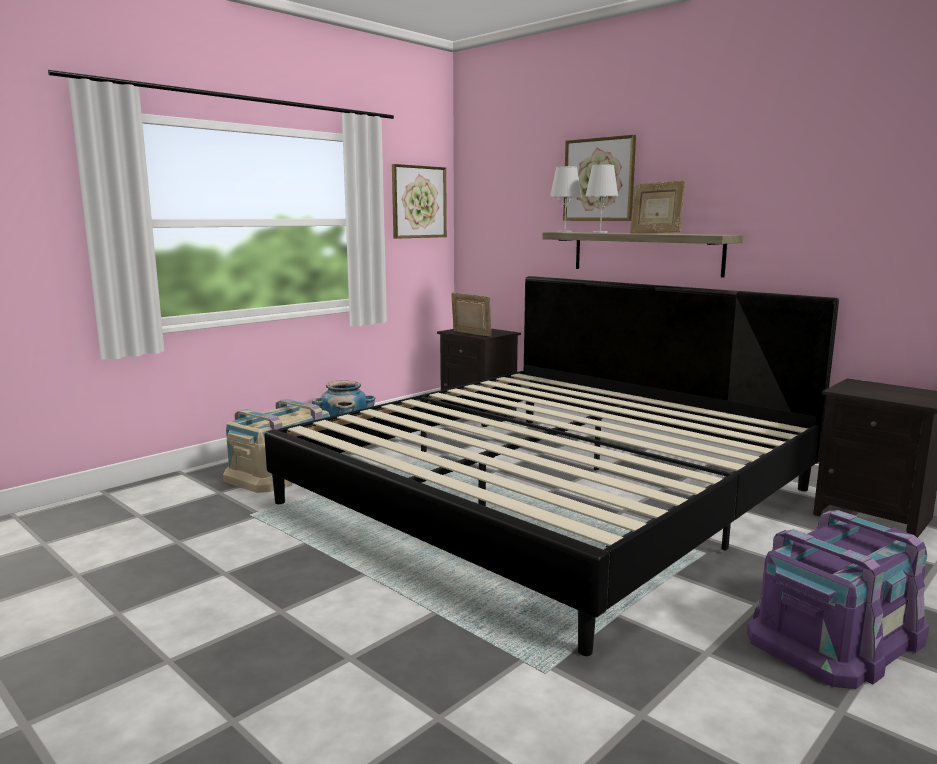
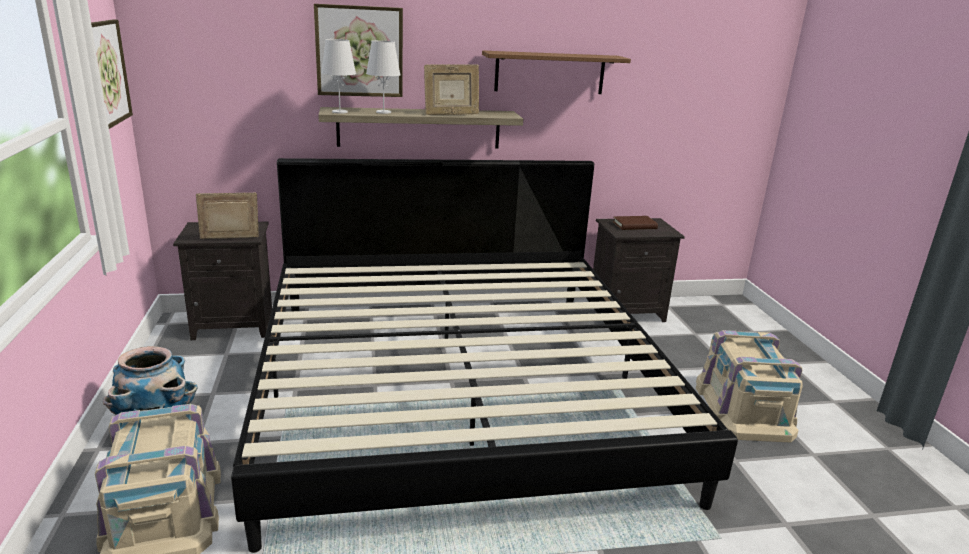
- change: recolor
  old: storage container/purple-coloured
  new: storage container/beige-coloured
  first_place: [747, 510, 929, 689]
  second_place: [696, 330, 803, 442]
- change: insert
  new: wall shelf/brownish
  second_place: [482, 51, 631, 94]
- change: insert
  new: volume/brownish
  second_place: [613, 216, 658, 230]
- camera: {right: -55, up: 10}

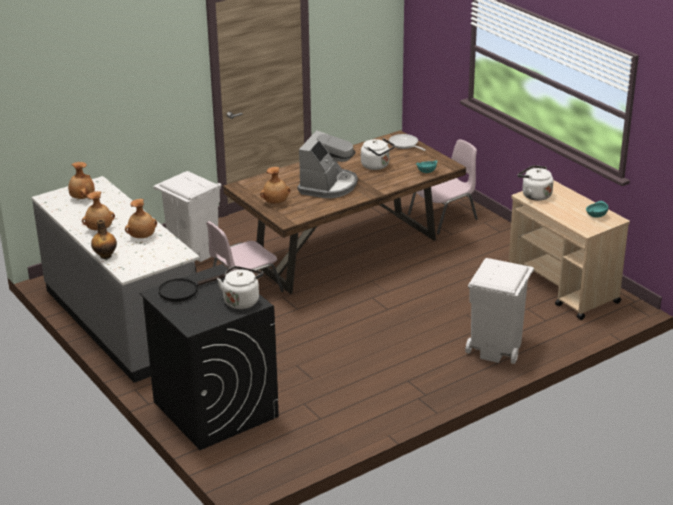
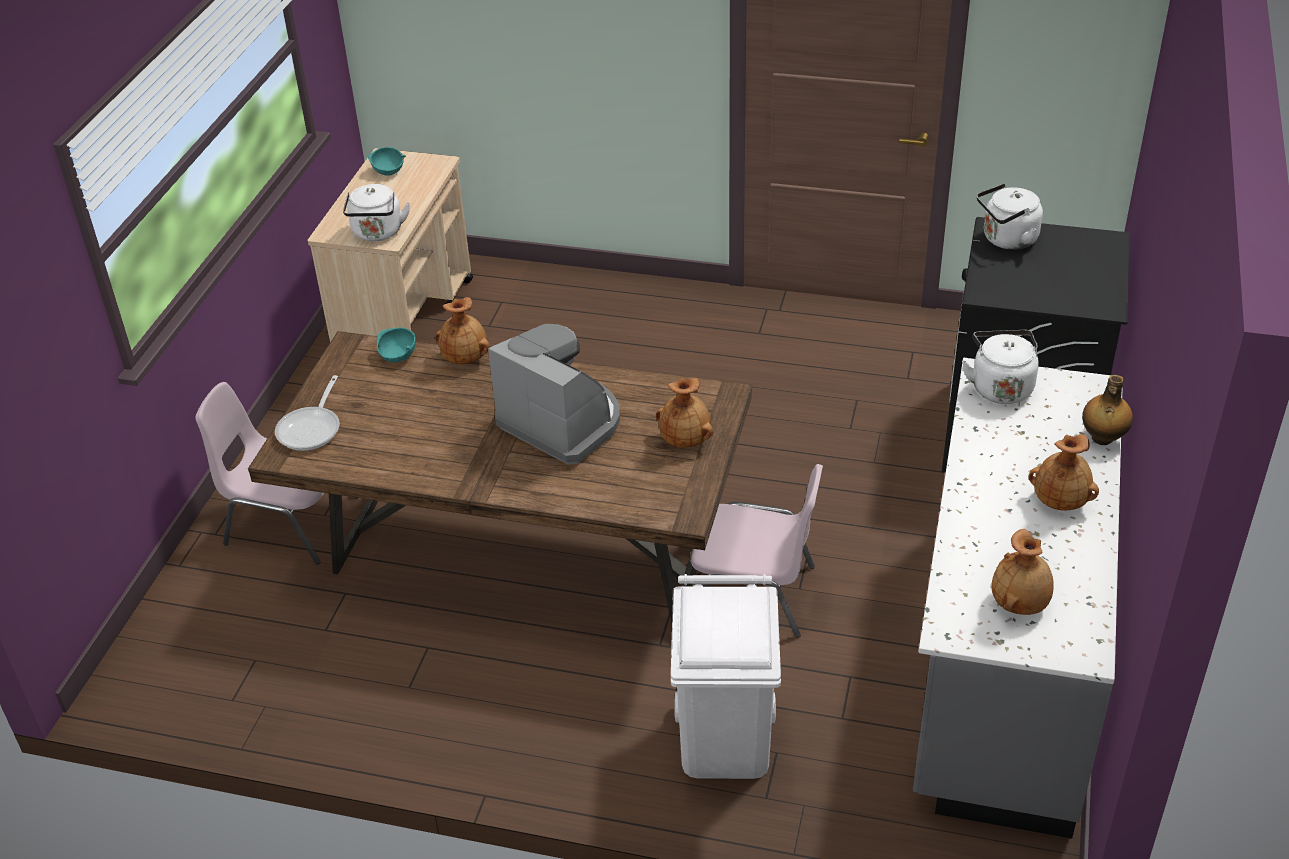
- change: move
  old: flower vase/brownish
  first_place: [125, 199, 157, 238]
  second_place: [435, 297, 490, 364]
- change: delete
  old: frying pan/black-coloured
  first_place: [159, 274, 225, 302]
- change: rotate
  old: coffee machine
  first_place: [298, 130, 358, 198]
  second_place: [488, 324, 620, 465]
  degrees: 60
- change: move
  old: kettle/white-coloured
  first_place: [361, 138, 395, 170]
  second_place: [962, 330, 1039, 404]
- change: delete
  old: rubbish bin/white-coloured
  first_place: [465, 258, 534, 364]
- camera: {right: -130, up: 10}

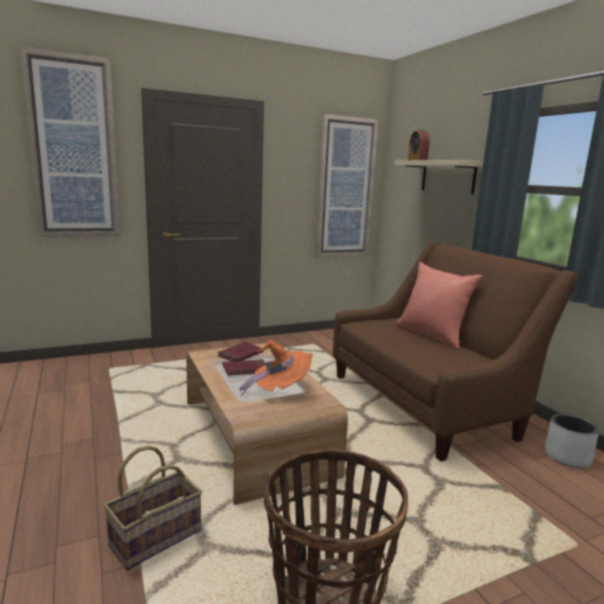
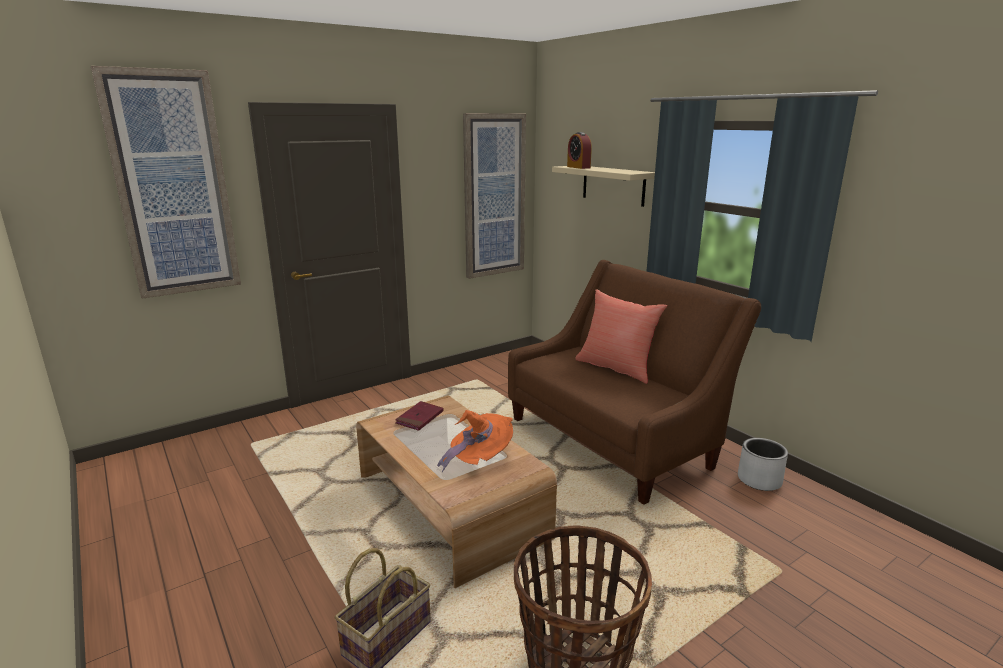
- change: delete
  old: volume/reddish
  first_place: [223, 359, 266, 376]
- camera: {right: -10, up: 5}

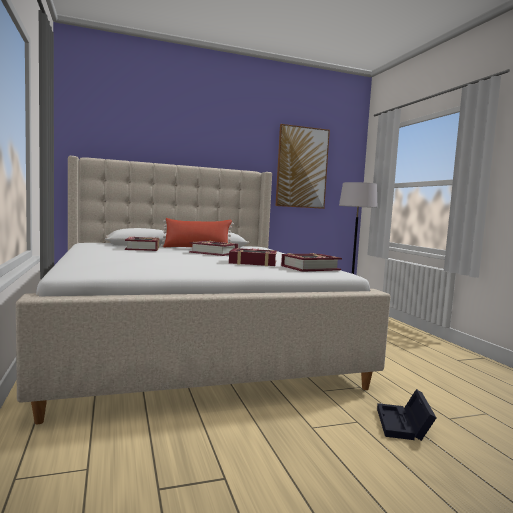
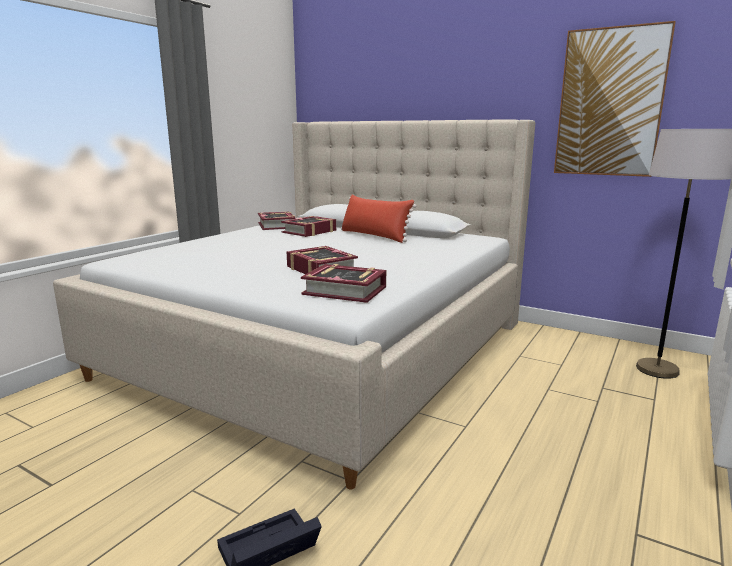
- change: move
  old: volume
  first_place: [189, 241, 238, 256]
  second_place: [258, 212, 296, 230]
- camera: {right: 50, up: 10}

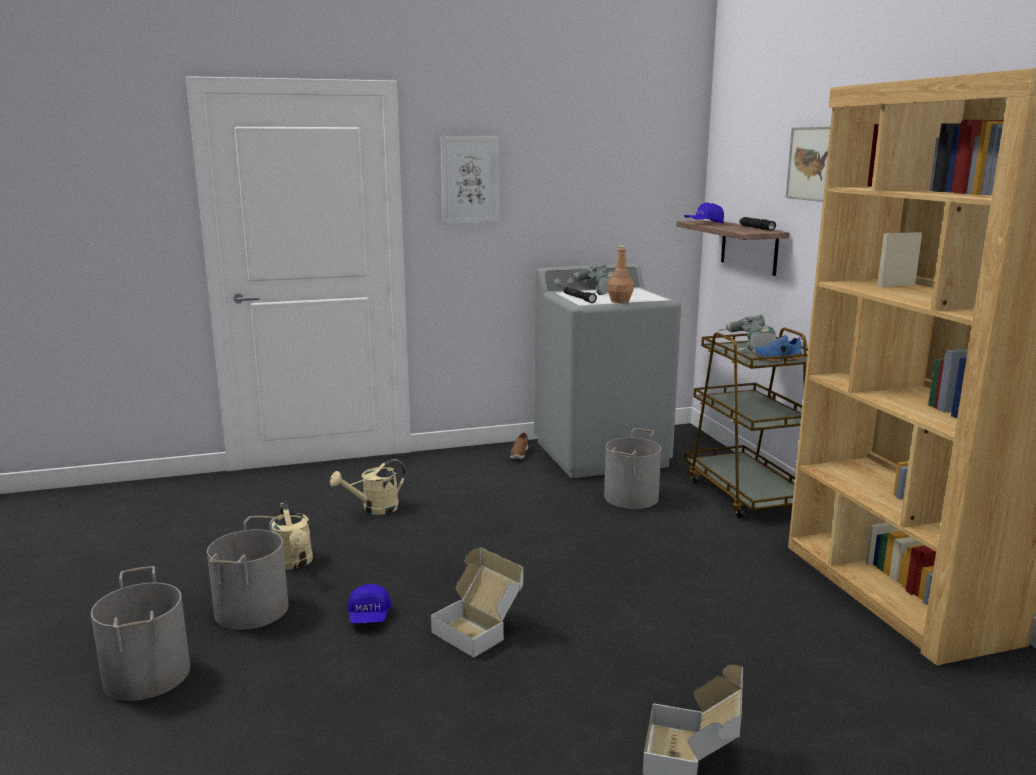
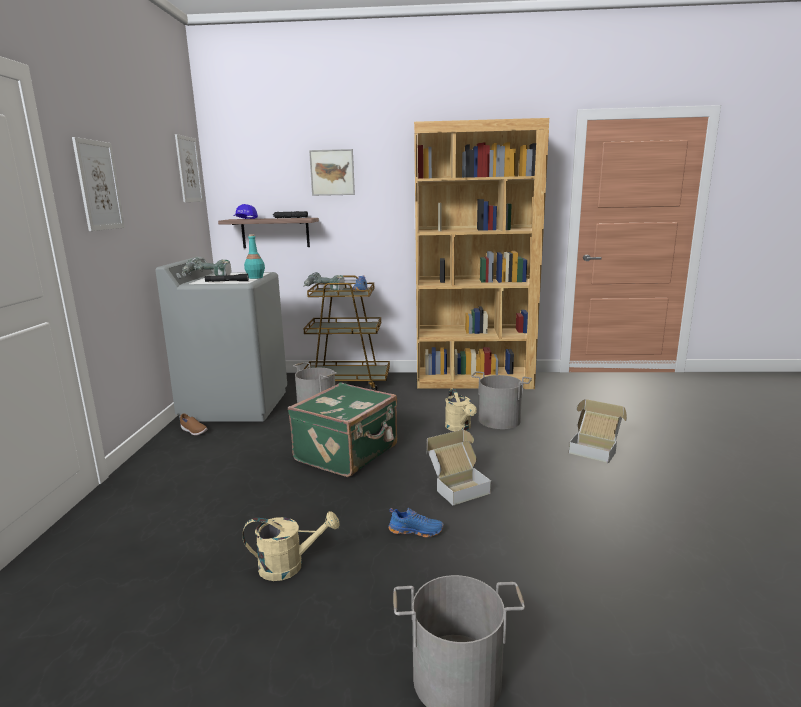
- change: move
  old: pail/greyish
  first_place: [207, 516, 288, 630]
  second_place: [471, 371, 532, 429]
- change: move
  old: watering pot/beige-coloured
  first_place: [330, 459, 405, 515]
  second_place: [445, 388, 477, 431]
- change: replace
  old: cap/bluish
  new: low shoe/bluish
  first_place: [348, 584, 391, 624]
  second_place: [388, 508, 444, 537]
- change: recolor
  old: beverage bottle/brownish
  new: beverage bottle/blue-green
  first_place: [607, 246, 634, 303]
  second_place: [244, 234, 265, 279]
- change: insert
  new: wall art
  second_place: [175, 134, 203, 202]
- change: insert
  new: suitcase/green-coloured
  second_place: [288, 382, 397, 477]
- camera: {right: -70, up: 0}

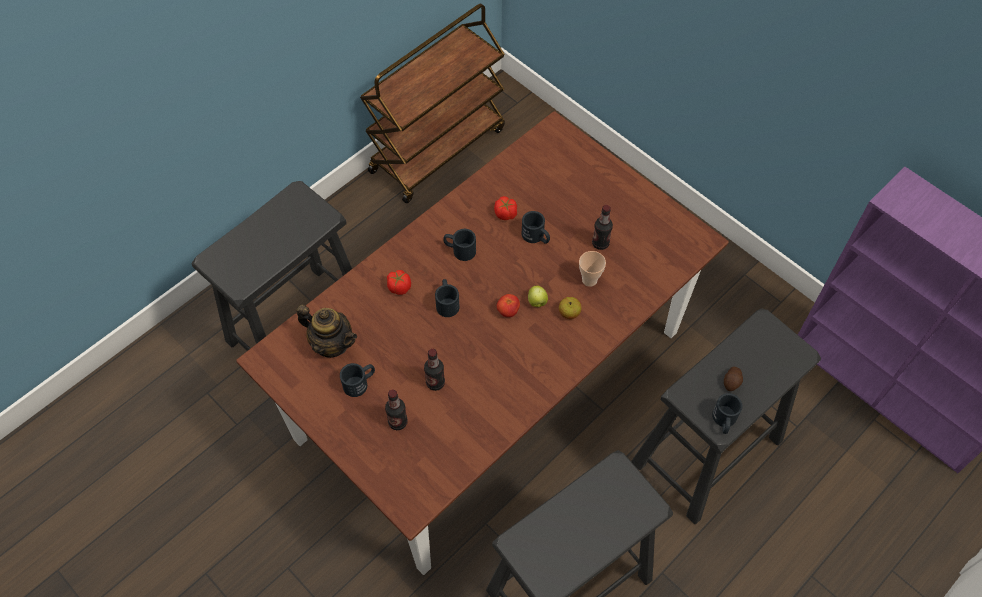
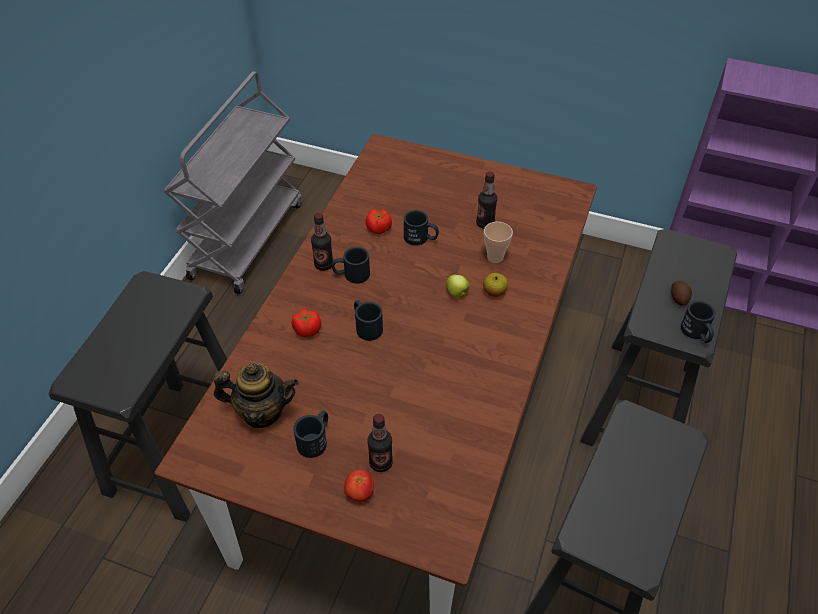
- change: recolor
  old: trolley/brownish
  new: trolley/greyish
  first_place: [360, 4, 505, 203]
  second_place: [164, 71, 302, 294]
- change: move
  old: beverage bottle
  first_place: [424, 349, 445, 391]
  second_place: [311, 213, 333, 271]
- change: move
  old: tomato
  first_place: [497, 294, 520, 317]
  second_place: [344, 470, 374, 502]
- camera: {right: -25, up: -10}

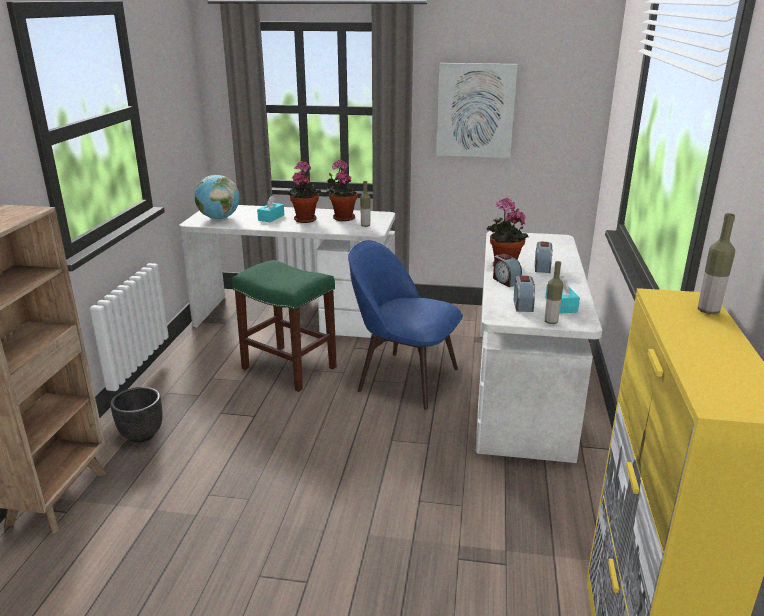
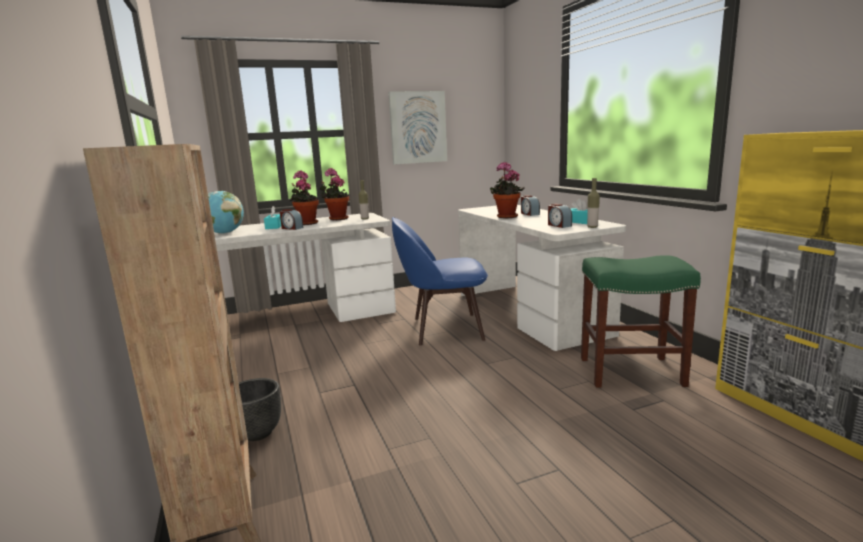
- change: move
  old: stool/green-coloured
  first_place: [232, 260, 337, 392]
  second_place: [581, 255, 701, 387]
- change: move
  old: alarm clock
  first_place: [493, 254, 522, 287]
  second_place: [280, 209, 303, 230]
- change: delete
  old: beverage bottle
  first_place: [698, 213, 735, 314]
- camera: {right: -30, up: -10}

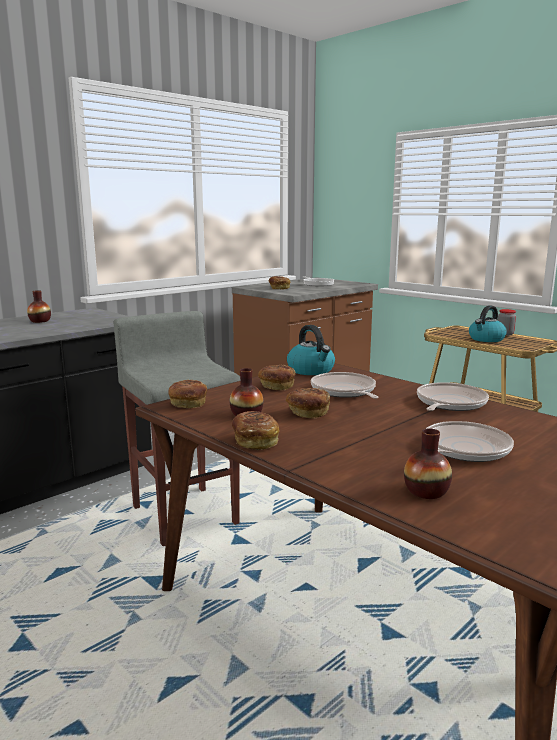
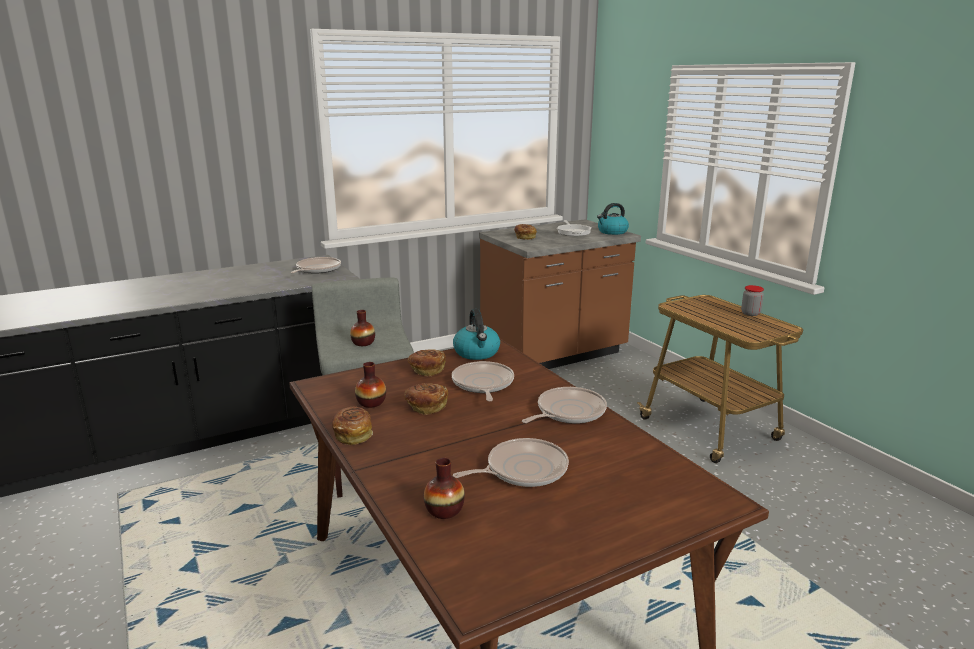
- change: move
  old: flower vase
  first_place: [27, 290, 51, 323]
  second_place: [350, 310, 375, 346]
- change: delete
  old: bread
  first_place: [169, 380, 207, 408]
- change: move
  old: kettle
  first_place: [469, 305, 507, 342]
  second_place: [597, 203, 629, 235]
- change: insert
  new: frying pan
  second_place: [290, 257, 341, 274]
- camera: {right: 15, up: 5}

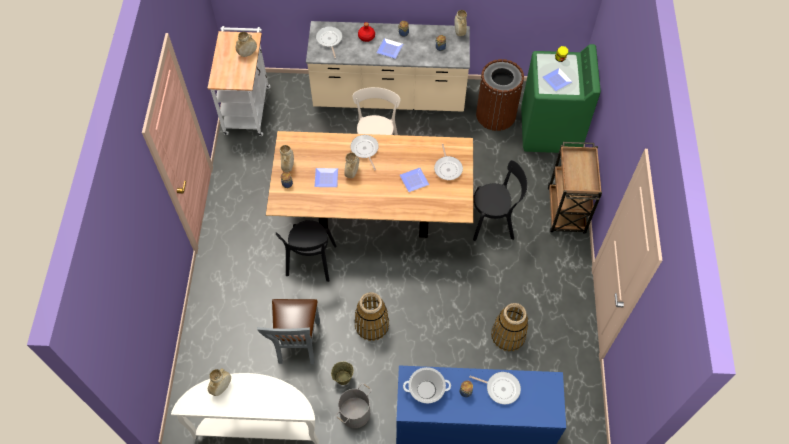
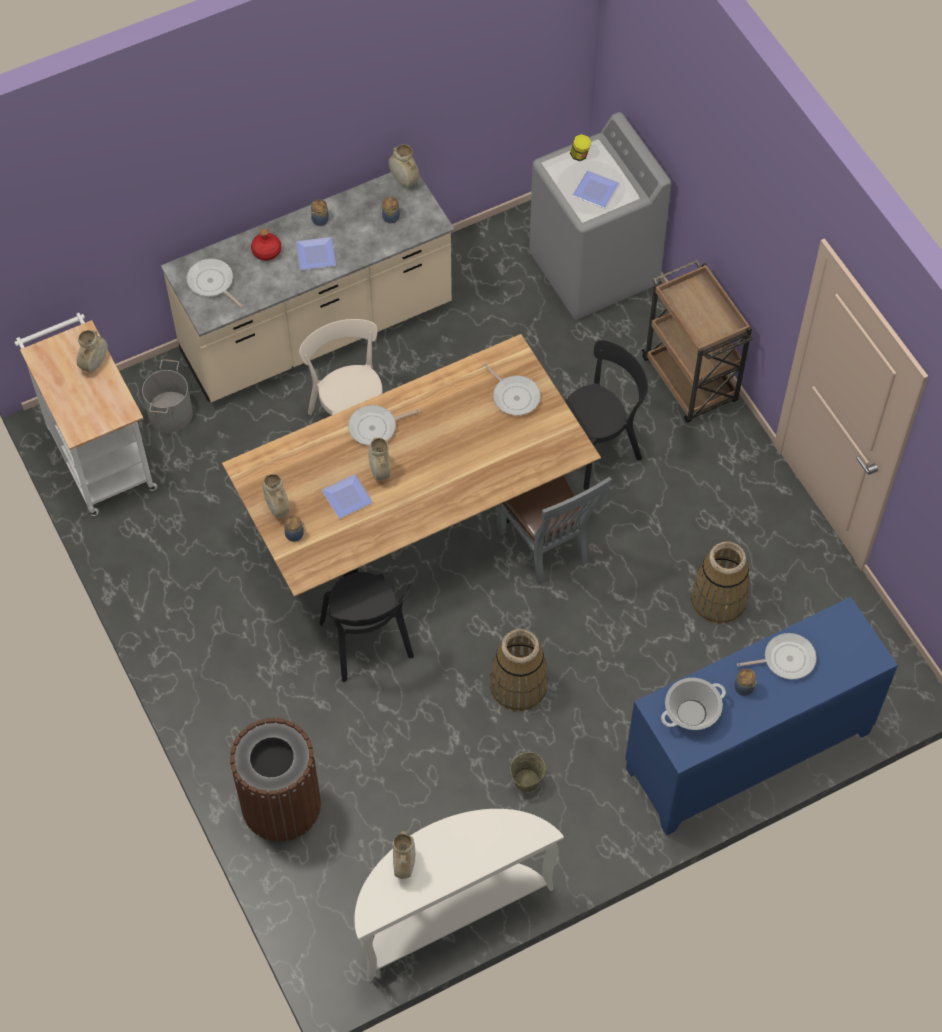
- change: move
  old: chair/greyish
  first_place: [257, 299, 320, 364]
  second_place: [497, 475, 612, 585]
- change: move
  old: pail/greyish
  first_place: [335, 383, 372, 428]
  second_place: [142, 359, 193, 433]
- change: rotate
  old: frying pan
  first_place: [350, 135, 379, 170]
  second_place: [348, 405, 420, 445]
  degrees: -60
- change: delete
  old: dinner plate
  first_place: [400, 167, 429, 192]
- change: move
  old: rubbish bin/brownish
  first_place: [476, 59, 524, 131]
  second_place: [230, 718, 321, 842]
- change: recolor
  old: washing machine/green-coloured
  new: washing machine/greyish
  first_place: [521, 44, 601, 153]
  second_place: [529, 112, 671, 320]
- camera: {right: -30, up: 0}

